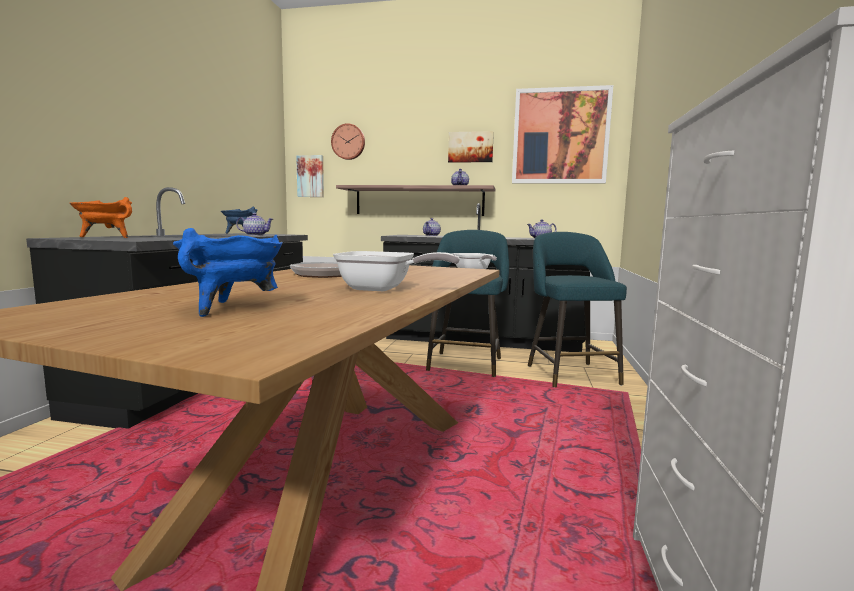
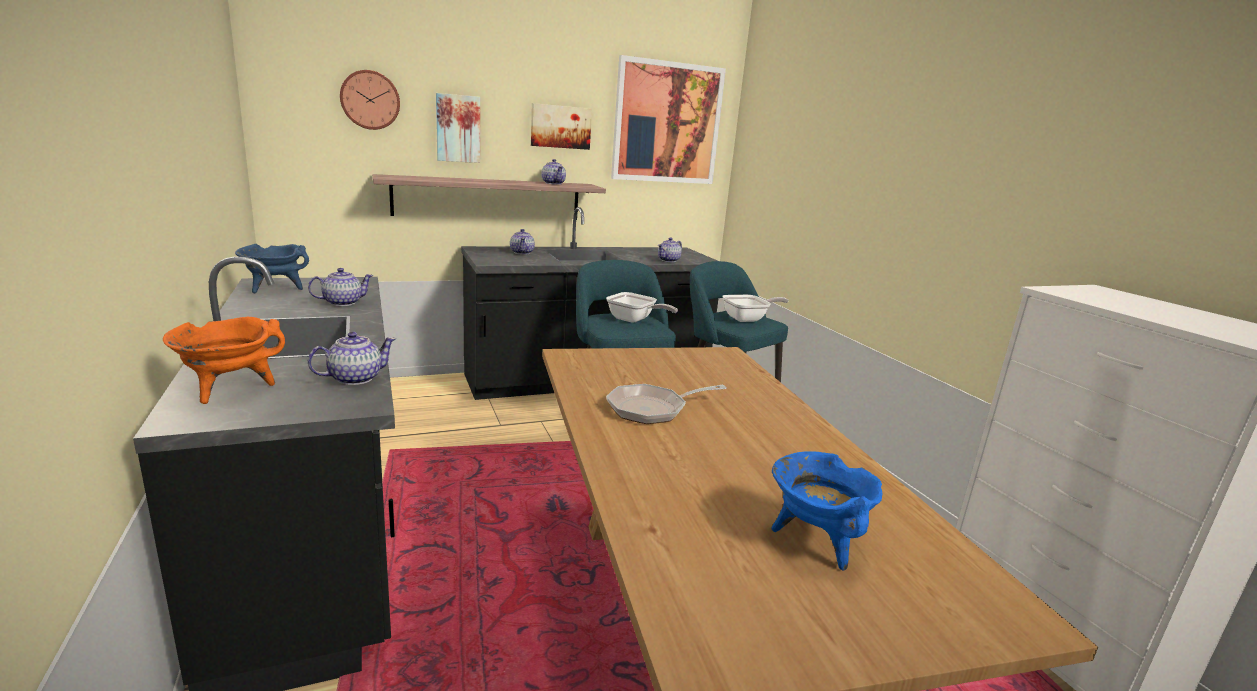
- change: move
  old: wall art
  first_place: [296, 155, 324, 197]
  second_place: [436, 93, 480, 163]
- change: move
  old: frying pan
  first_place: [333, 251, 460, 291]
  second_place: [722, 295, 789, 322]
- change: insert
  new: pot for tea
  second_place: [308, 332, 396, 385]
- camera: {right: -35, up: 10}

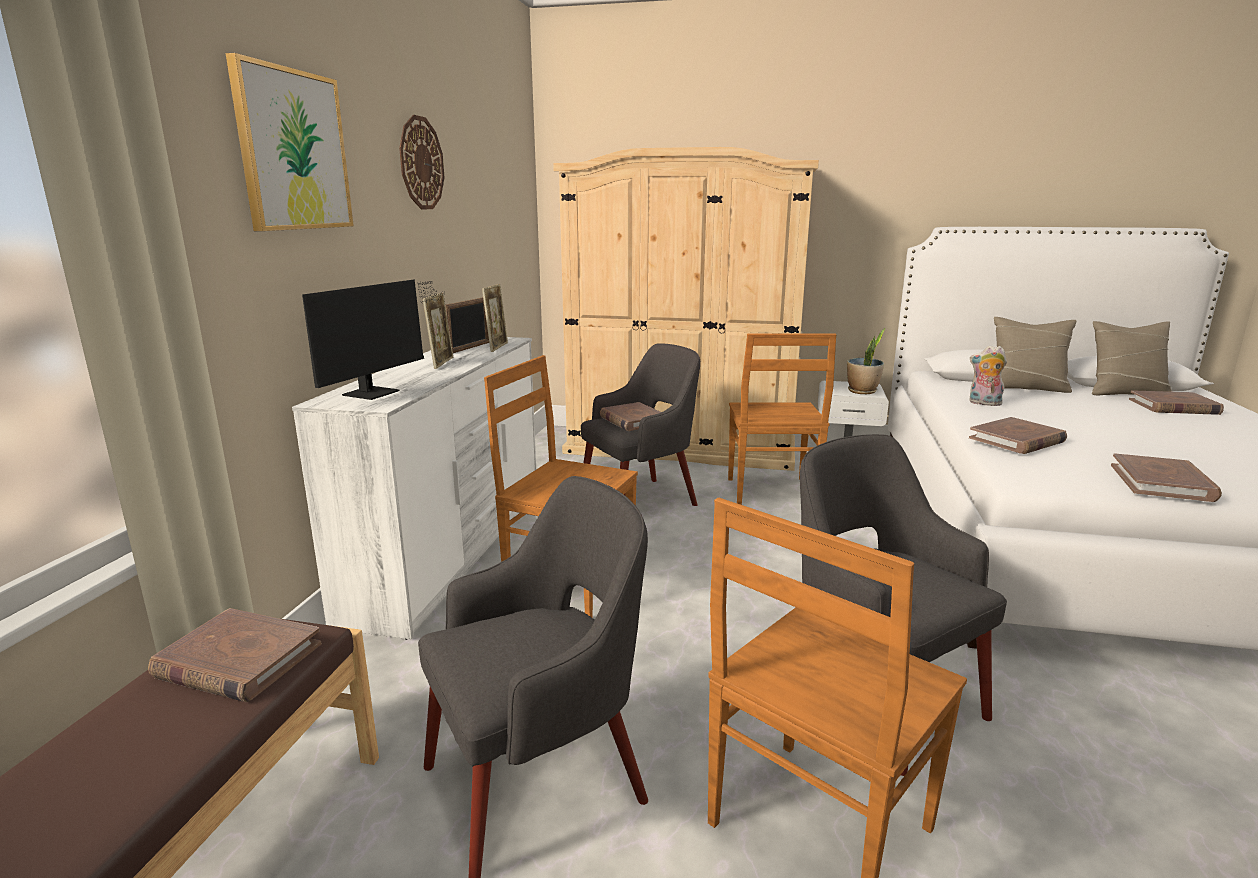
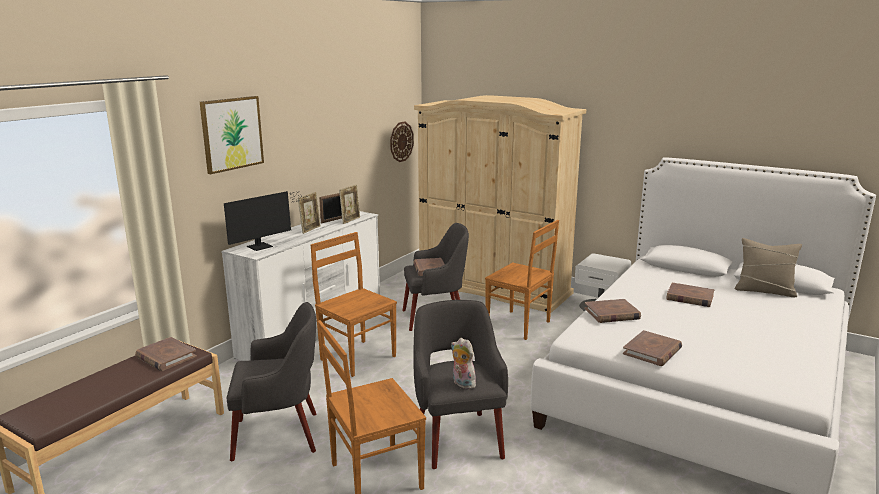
- change: move
  old: hanging clock
  first_place: [399, 115, 445, 209]
  second_place: [390, 122, 414, 162]
- change: rotate
  old: chair/brownish
  first_place: [728, 333, 836, 505]
  second_place: [485, 220, 559, 340]
  degrees: -75
- change: delete
  old: potted plant
  first_place: [847, 328, 885, 394]
- change: move
  old: plush toy
  first_place: [970, 346, 1007, 406]
  second_place: [451, 338, 476, 389]
- change: delete
  old: pillow/beige-coloured
  first_place: [994, 317, 1076, 393]
- change: move
  old: volume/brownish
  first_place: [1129, 390, 1224, 415]
  second_place: [666, 283, 714, 307]
- camera: {right: 20, up: 0}

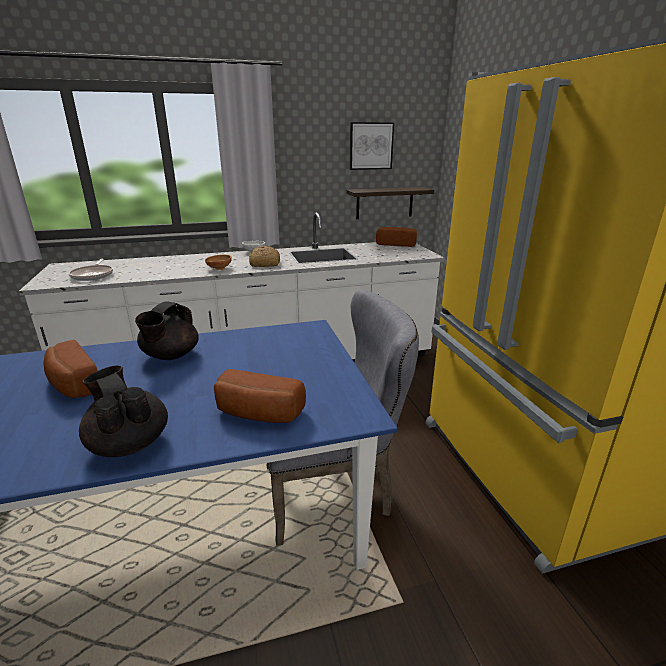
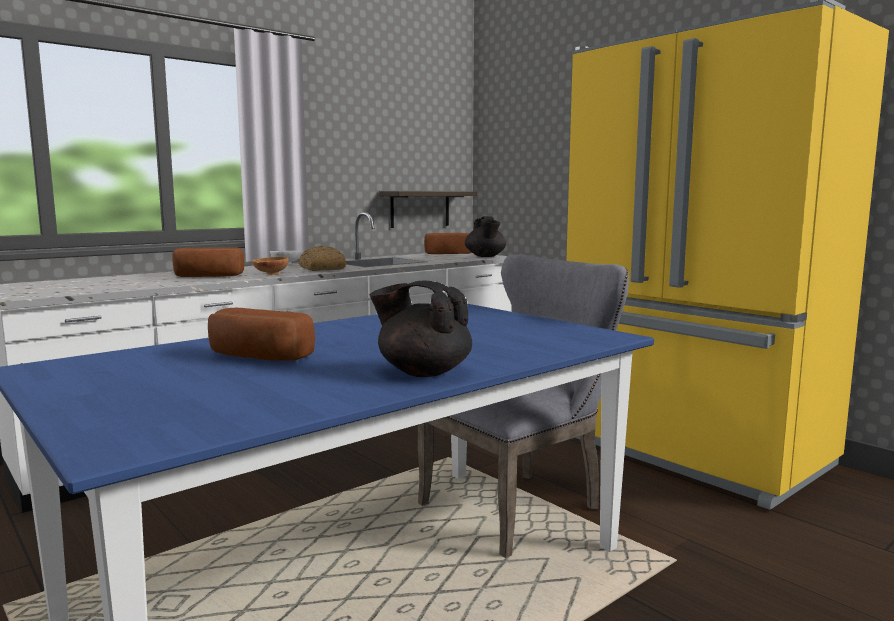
- change: delete
  old: frying pan
  first_place: [69, 259, 113, 281]
- change: move
  old: pot for tea/black-coloured
  first_place: [135, 302, 199, 360]
  second_place: [465, 216, 506, 257]
- change: move
  old: bread
  first_place: [214, 369, 306, 423]
  second_place: [172, 247, 244, 277]
- change: delete
  old: wall art
  first_place: [350, 122, 394, 170]
- camera: {right: -25, up: -15}

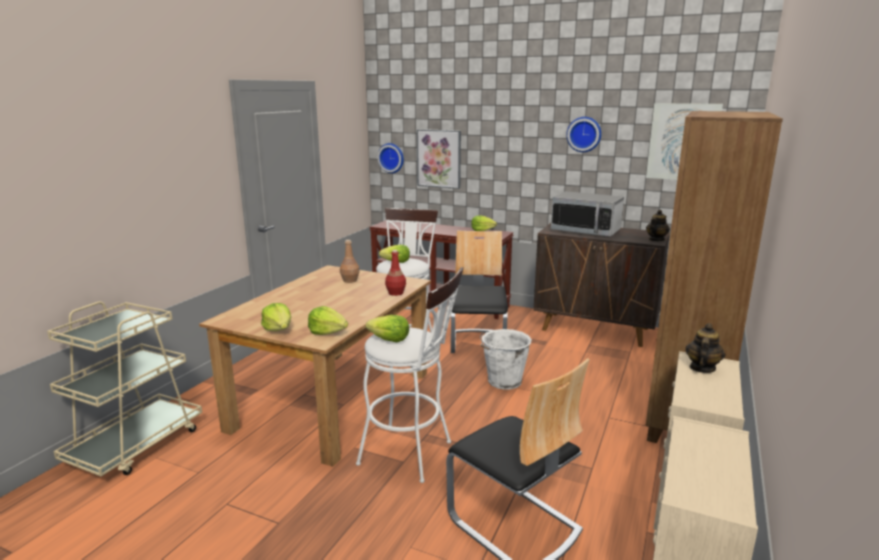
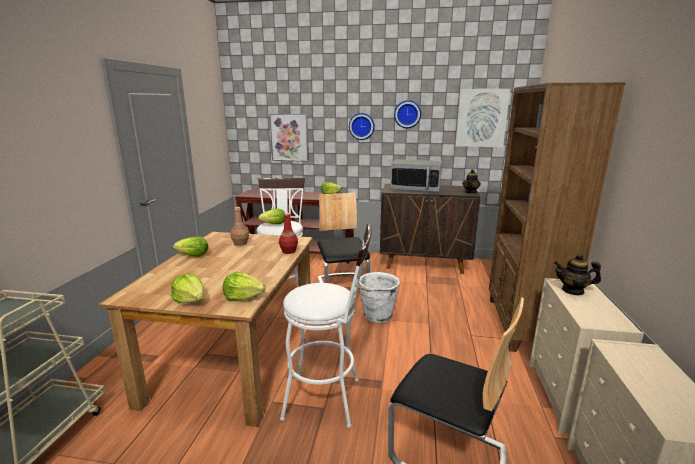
- change: move
  old: head of lettuce
  first_place: [366, 315, 409, 342]
  second_place: [173, 237, 209, 257]
- change: move
  old: hanging clock
  first_place: [378, 143, 404, 173]
  second_place: [349, 113, 375, 140]
- change: rotate
  old: pot for tea
  first_place: [686, 323, 725, 373]
  second_place: [554, 254, 601, 295]
  degrees: -90
- camera: {right: -15, up: 0}

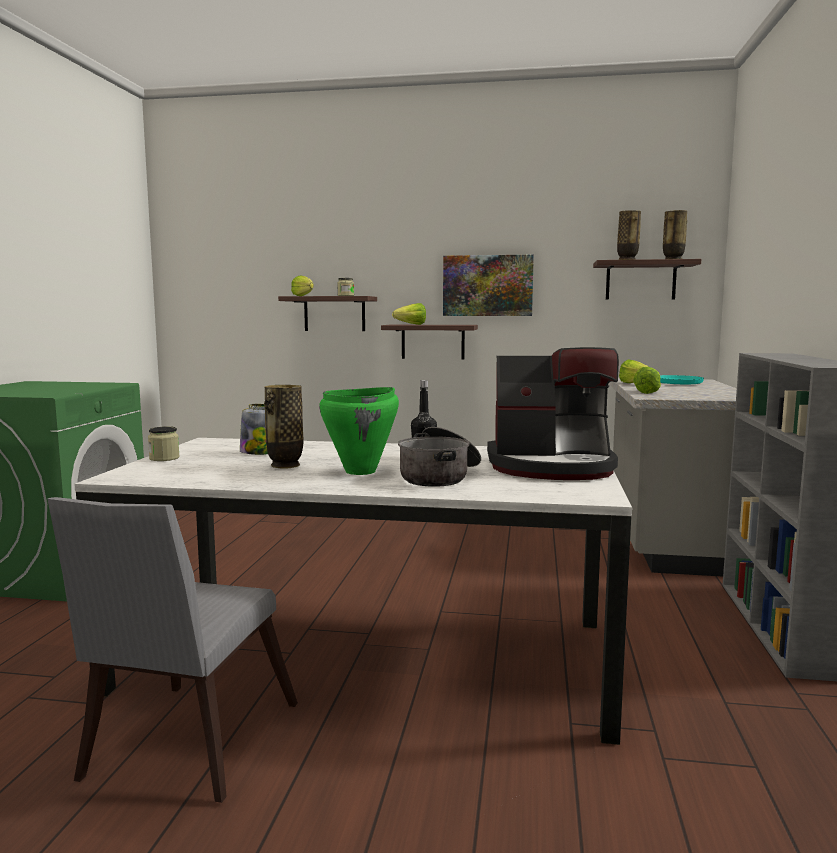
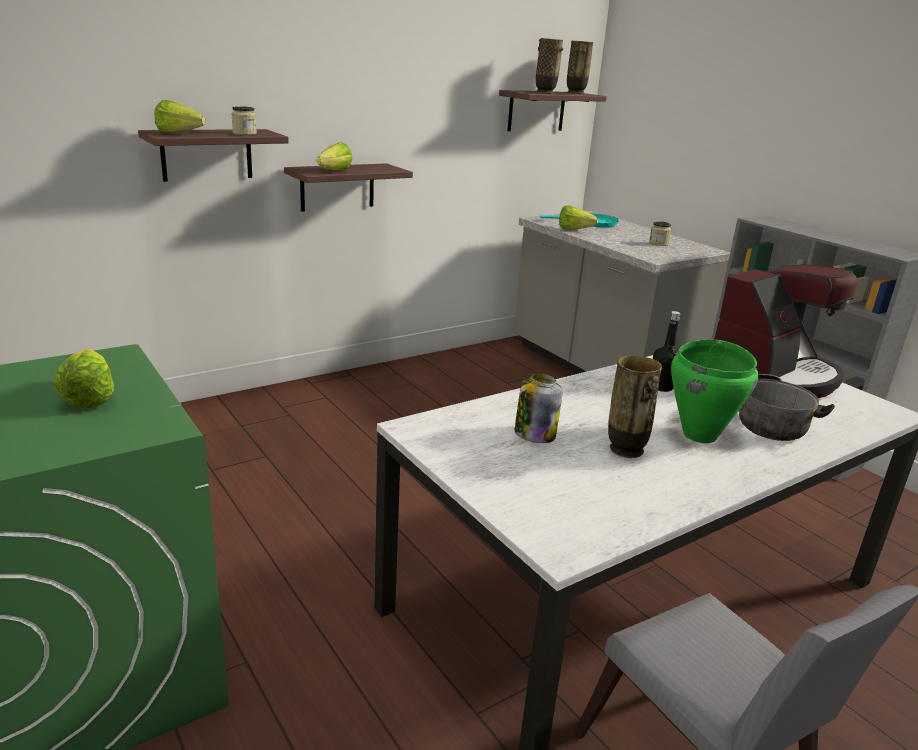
- change: move
  old: jar
  first_place: [148, 426, 180, 461]
  second_place: [649, 221, 671, 246]
- change: delete
  old: wall art
  first_place: [443, 255, 534, 316]
- change: move
  old: head of lettuce
  first_place: [633, 367, 661, 394]
  second_place: [54, 349, 114, 408]
- camera: {right: -45, up: 15}

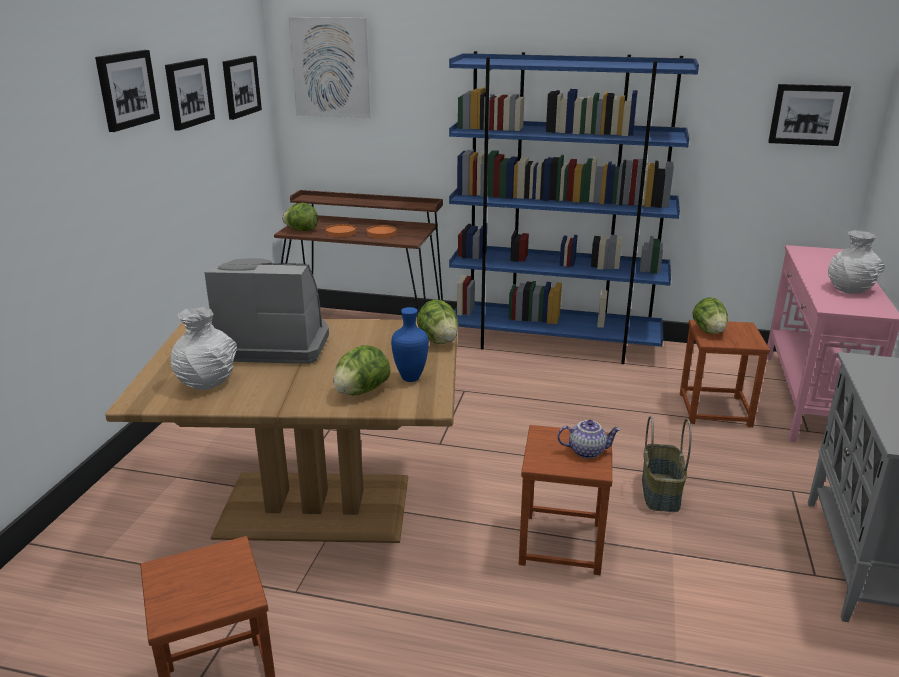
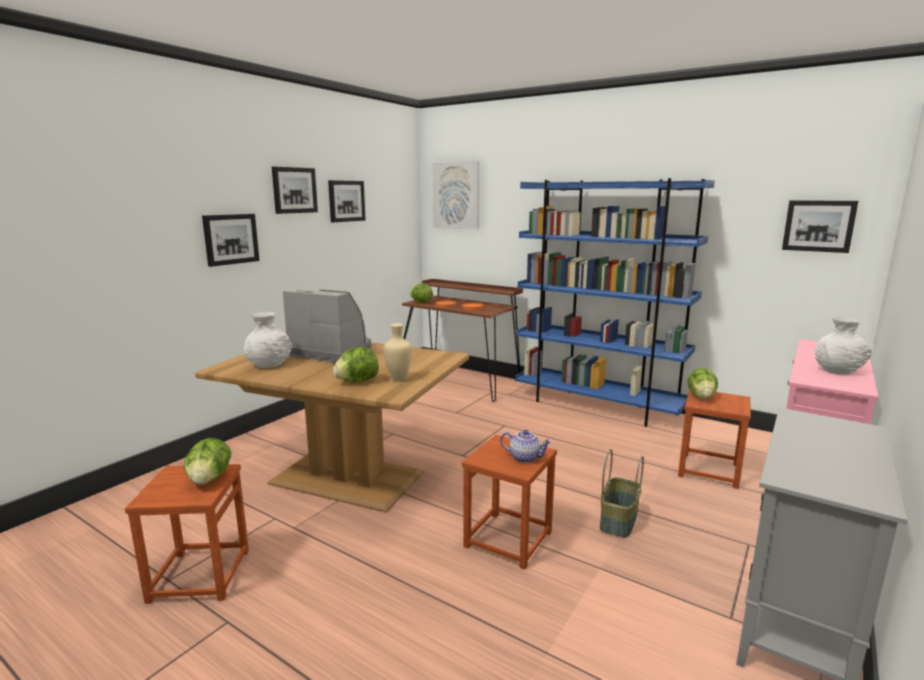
- change: move
  old: wall art
  first_place: [223, 56, 262, 120]
  second_place: [202, 214, 260, 267]
- change: recolor
  old: flower vase/bluish
  new: flower vase/beige-coloured
  first_place: [391, 307, 429, 382]
  second_place: [384, 323, 412, 381]
- change: move
  old: head of lettuce
  first_place: [417, 299, 459, 344]
  second_place: [184, 438, 232, 485]
- camera: {right: 20, up: -10}

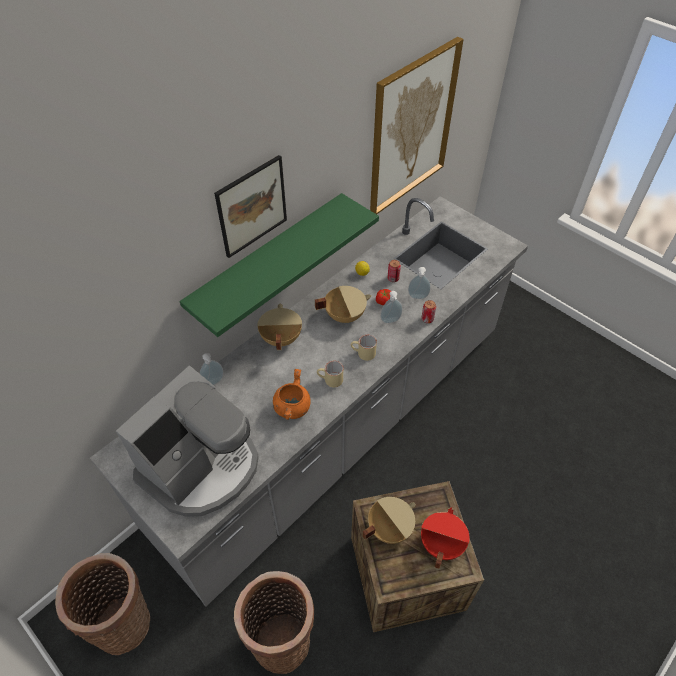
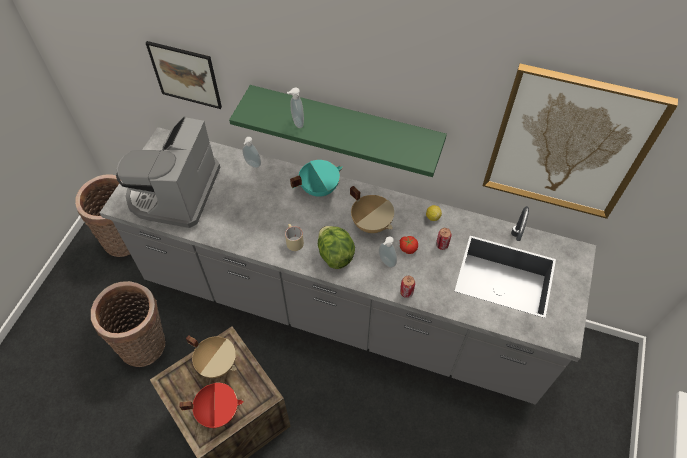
- change: rotate
  old: coffee machine
  first_place: [116, 366, 259, 517]
  second_place: [116, 116, 220, 228]
  degrees: 90
- change: move
  old: wall art
  first_place: [214, 155, 287, 258]
  second_place: [146, 41, 222, 109]
- change: recolor
  old: saucepot/beige-coloured
  new: saucepot/blue-green
  first_place: [257, 304, 302, 350]
  second_place: [290, 160, 343, 197]
- change: delete
  old: saucepot/orange-coloured
  first_place: [273, 369, 310, 420]
- change: replace
  old: coffee mug/beige-coloured
  new: head of lettuce
  first_place: [351, 335, 377, 361]
  second_place: [318, 226, 355, 269]
- change: move
  old: soap bottle
  first_place: [408, 267, 431, 299]
  second_place: [287, 88, 304, 128]
- camera: {right: 65, up: 5}

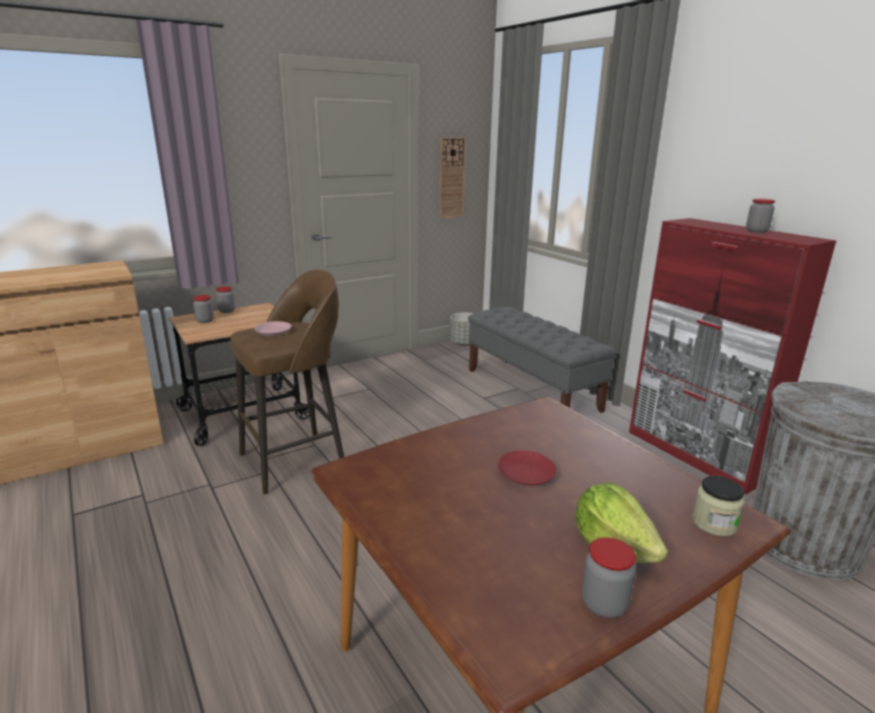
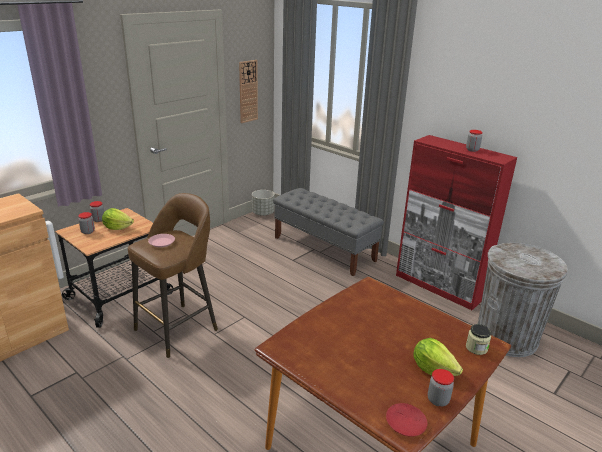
- change: move
  old: dinner plate/reddish
  first_place: [498, 450, 556, 485]
  second_place: [386, 403, 427, 437]
- change: insert
  new: head of lettuce
  second_place: [102, 208, 134, 230]
- camera: {right: -15, up: 5}

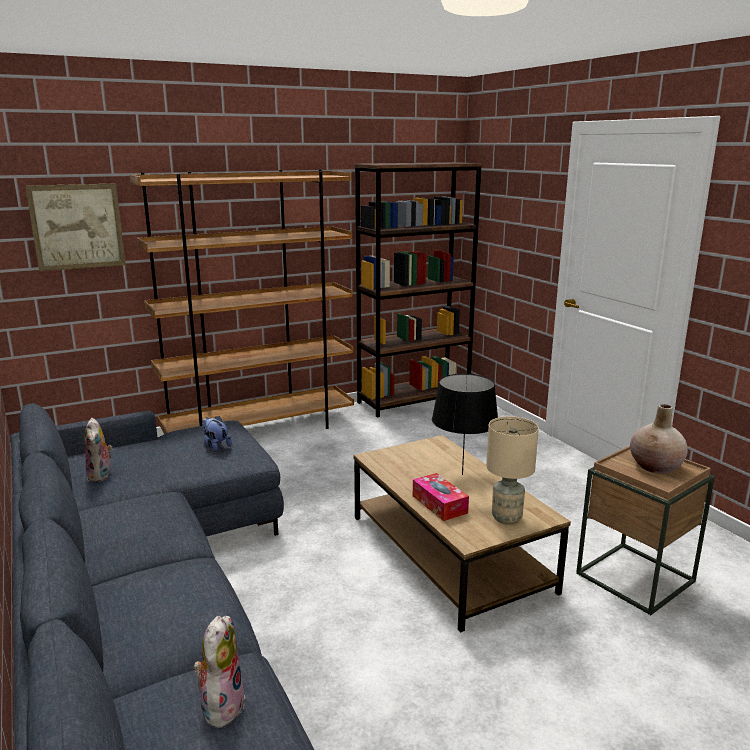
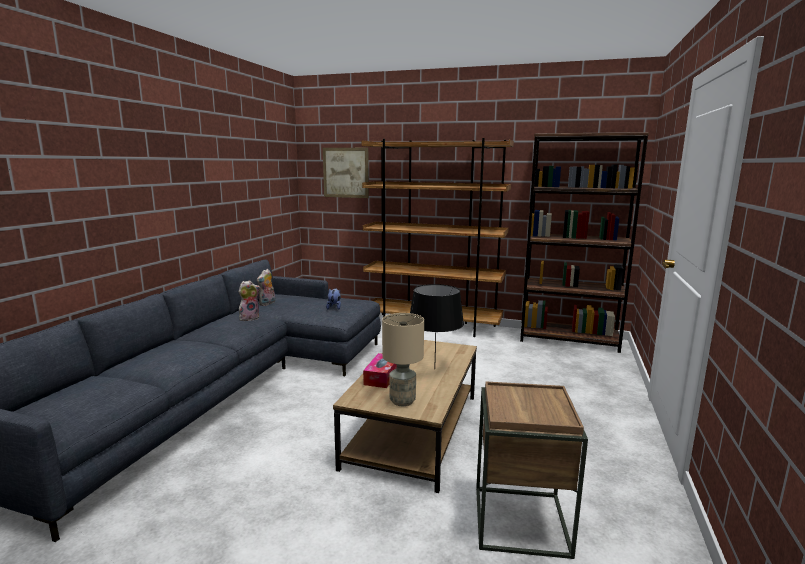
- change: move
  old: plush toy
  first_place: [194, 616, 245, 728]
  second_place: [239, 280, 261, 321]
- change: delete
  old: flower vase/beige-coloured
  first_place: [630, 404, 688, 474]
- camera: {right: 45, up: -5}

